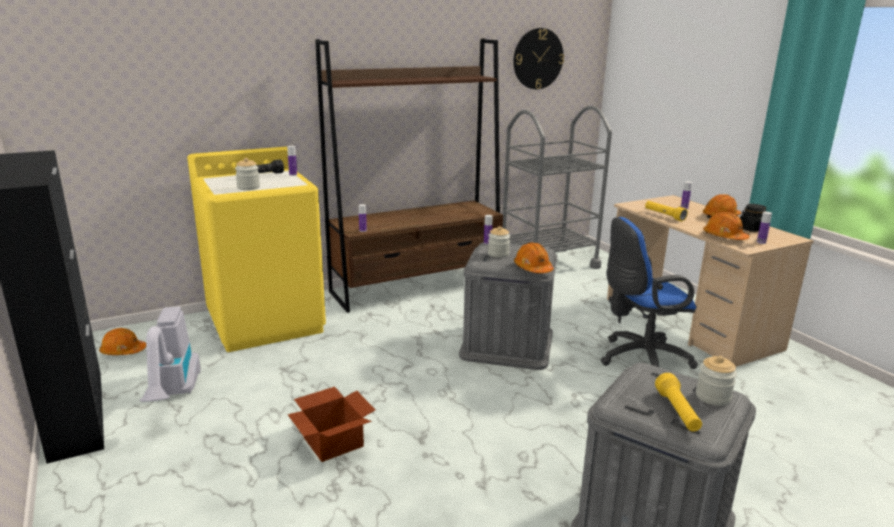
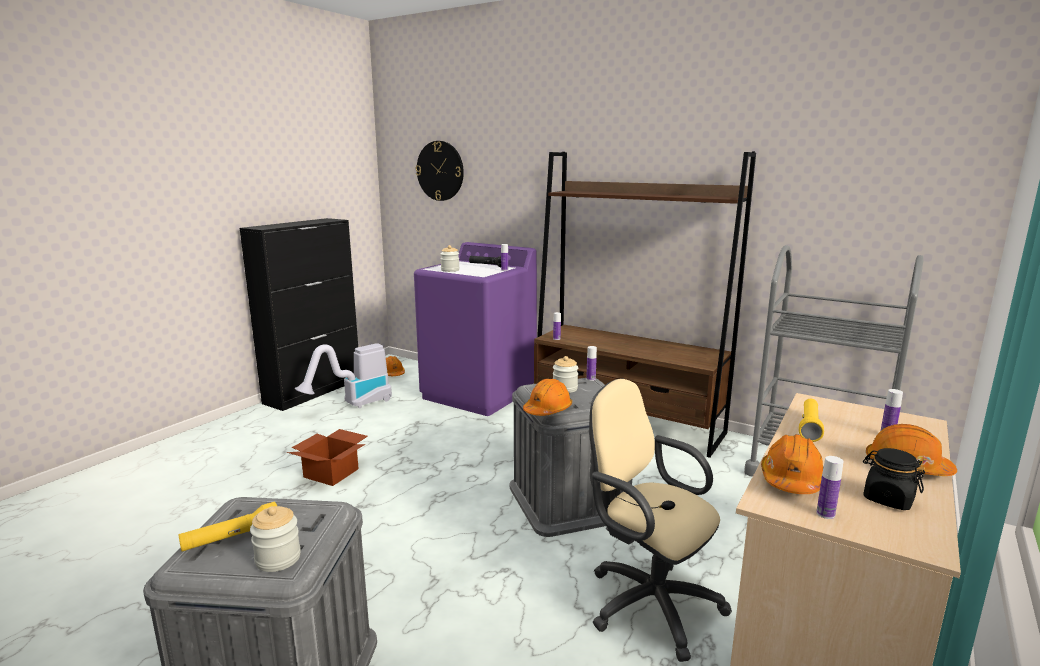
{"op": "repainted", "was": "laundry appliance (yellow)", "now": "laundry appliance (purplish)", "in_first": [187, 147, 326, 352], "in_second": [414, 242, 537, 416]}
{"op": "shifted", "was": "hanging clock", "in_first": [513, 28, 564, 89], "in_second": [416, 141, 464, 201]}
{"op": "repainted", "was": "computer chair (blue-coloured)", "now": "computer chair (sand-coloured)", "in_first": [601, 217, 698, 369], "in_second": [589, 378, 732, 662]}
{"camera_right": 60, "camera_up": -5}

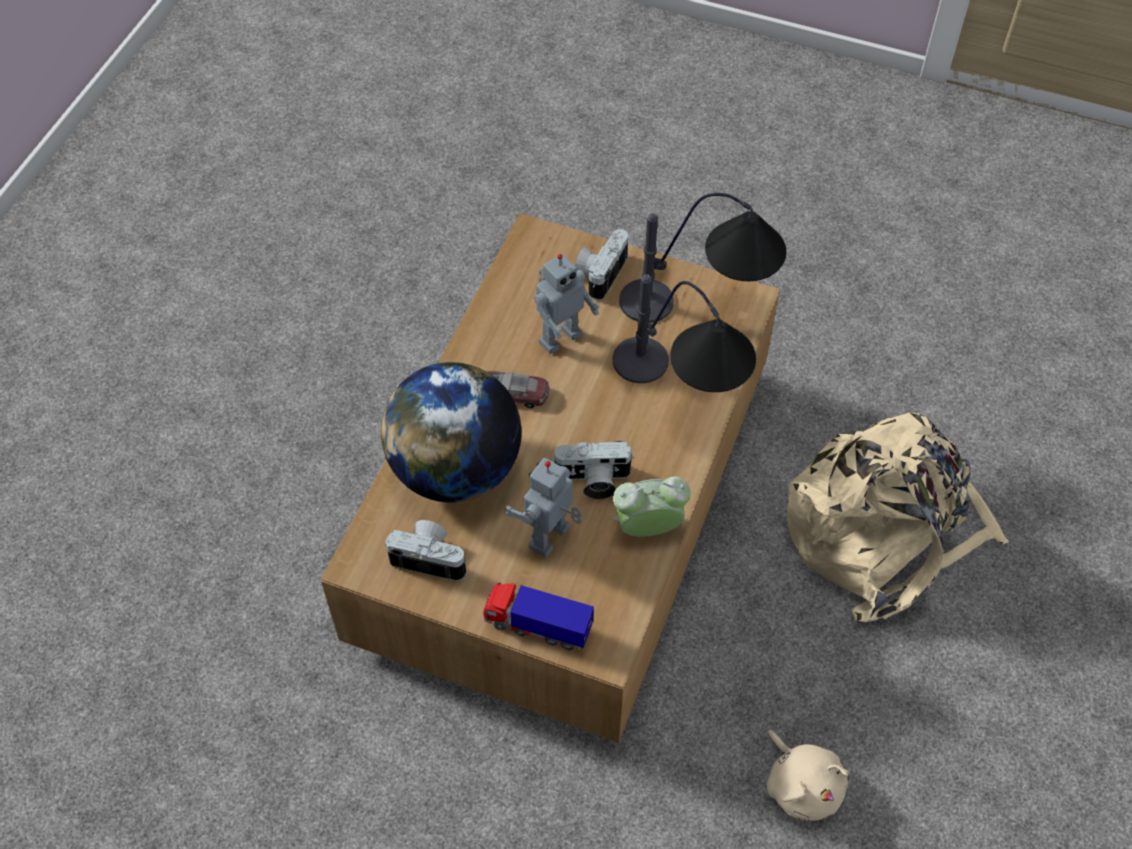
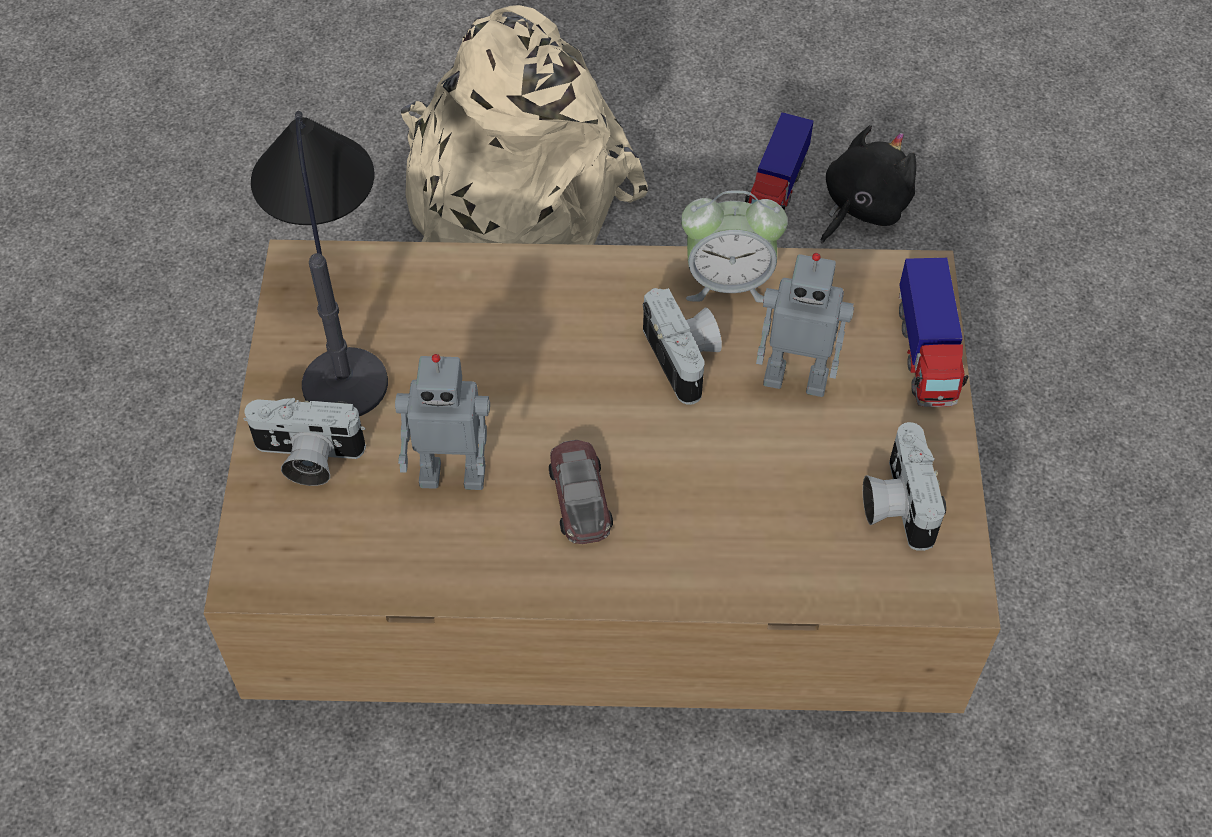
{"op": "rotated", "was": "model robot", "in_first": [534, 254, 599, 354], "in_second": [395, 354, 490, 490], "clockwise": 150}
{"op": "rotated", "was": "table clock", "in_first": [613, 476, 691, 537], "in_second": [681, 190, 788, 303], "clockwise": -60}
{"op": "new", "now": "toy truck", "in_second": [745, 112, 814, 211]}
{"op": "repainted", "was": "soft toy (sand-coloured)", "now": "soft toy (blackish)", "in_first": [767, 730, 849, 821], "in_second": [821, 125, 916, 243]}
{"op": "gone", "was": "world globe", "in_first": [381, 362, 521, 503]}
{"op": "gone", "was": "tabletop lamp", "in_first": [613, 274, 756, 392]}
{"camera_right": -110, "camera_up": 0}

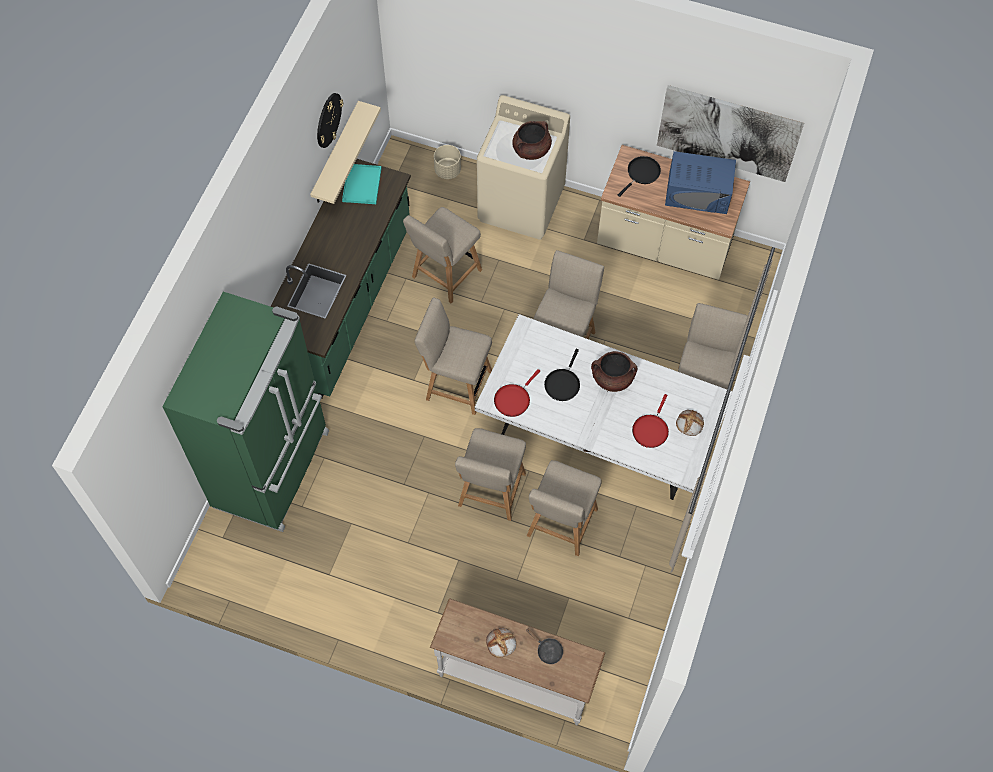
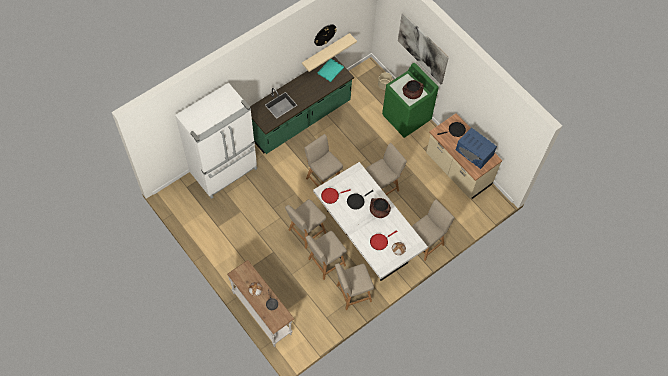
{"op": "repainted", "was": "kitchen fridge (green)", "now": "kitchen fridge (white-coloured)", "in_first": [162, 292, 329, 532], "in_second": [175, 83, 257, 199]}
{"op": "shifted", "was": "chair (sand-coloured)", "in_first": [403, 207, 482, 304], "in_second": [335, 263, 374, 310]}
{"op": "repainted", "was": "laundry appliance (sand-coloured)", "now": "laundry appliance (green)", "in_first": [477, 95, 570, 240], "in_second": [382, 63, 439, 138]}
{"op": "shifted", "was": "wall picture", "in_first": [657, 85, 804, 182], "in_second": [398, 12, 449, 84]}
{"camera_right": 30, "camera_up": 0}

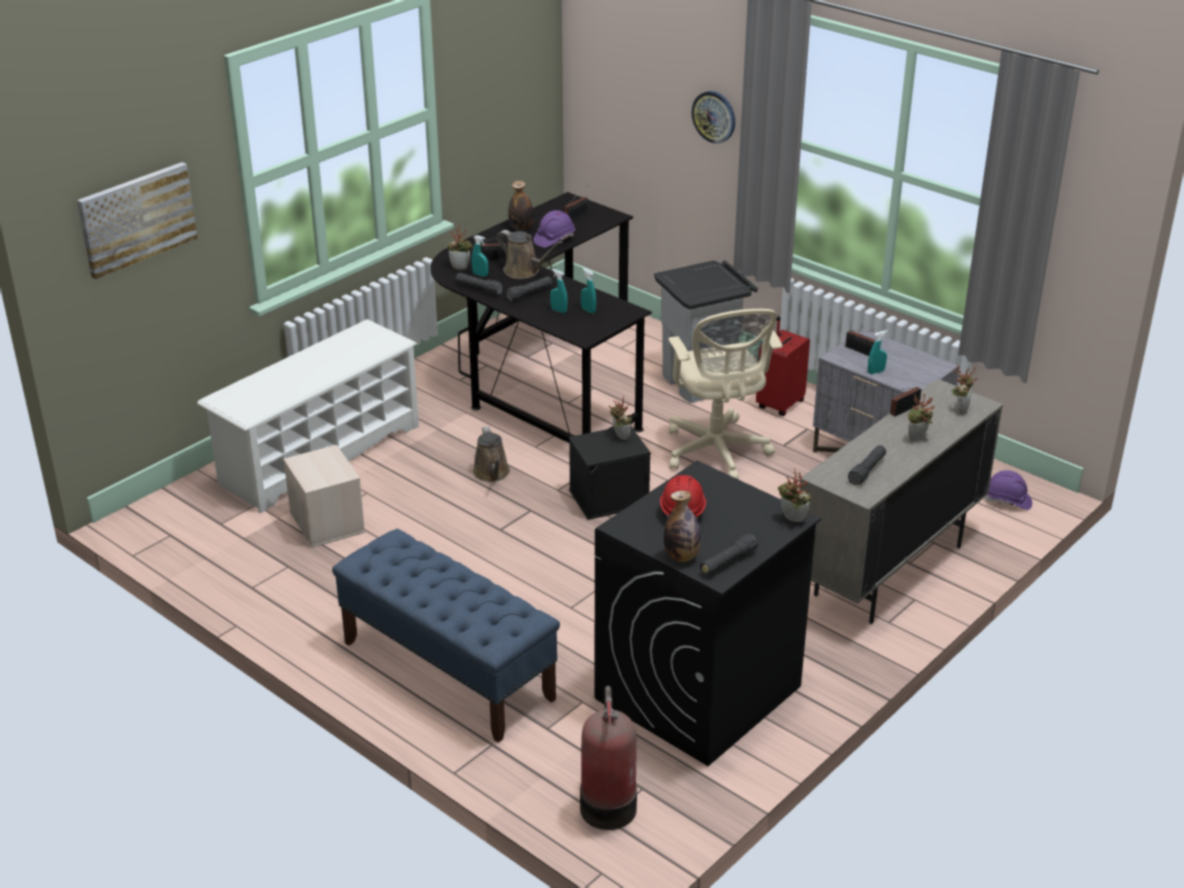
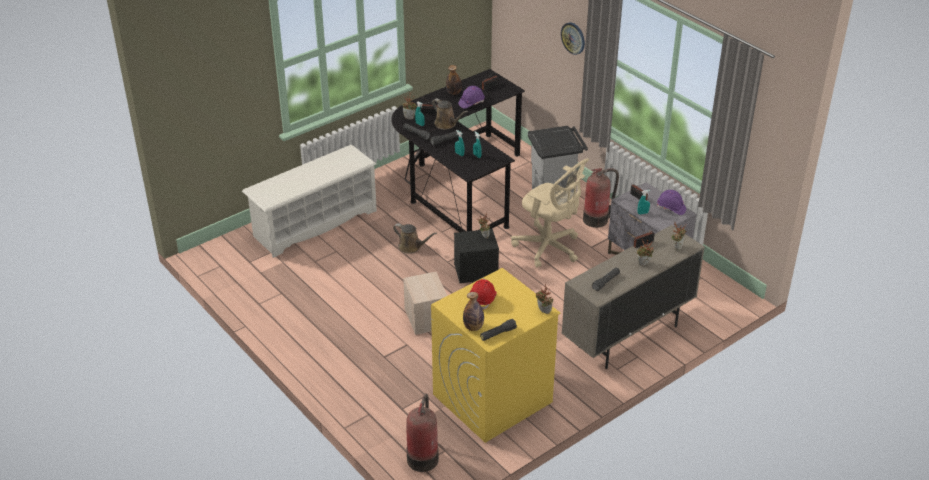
{"op": "rotated", "was": "sprinkling can (brown)", "in_first": [473, 426, 510, 482], "in_second": [393, 223, 437, 254], "clockwise": -60}
{"op": "shifted", "was": "storage box (sand-coloured)", "in_first": [283, 445, 365, 548], "in_second": [403, 272, 447, 335]}
{"op": "repainted", "was": "laundry appliance (blackish)", "now": "laundry appliance (yellow)", "in_first": [595, 461, 821, 766], "in_second": [431, 268, 560, 443]}
{"op": "rotated", "was": "computer chair (sand-coloured)", "in_first": [668, 309, 782, 479], "in_second": [511, 158, 589, 268], "clockwise": -45}
{"op": "swapped", "was": "travel case (reddish)", "now": "fire-fighting cylinder", "in_first": [756, 316, 810, 416], "in_second": [583, 168, 619, 228]}
{"op": "shifted", "was": "hard hat (purplish)", "in_first": [984, 470, 1032, 510], "in_second": [657, 190, 686, 215]}
{"op": "gone", "was": "wall picture", "in_first": [77, 162, 198, 279]}
{"op": "gone", "was": "long seat (blue-coloured)", "in_first": [332, 529, 560, 743]}
{"camera_right": 10, "camera_up": 5}

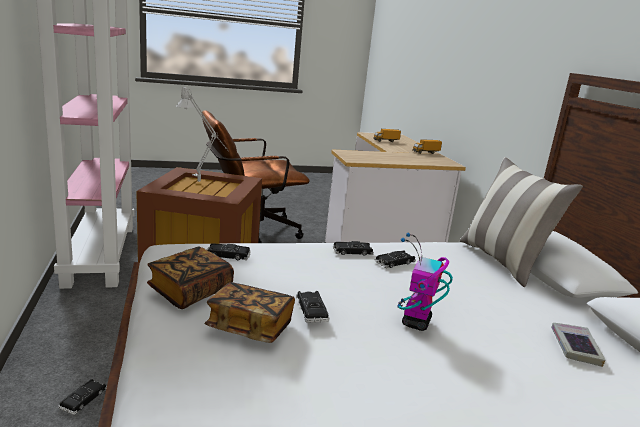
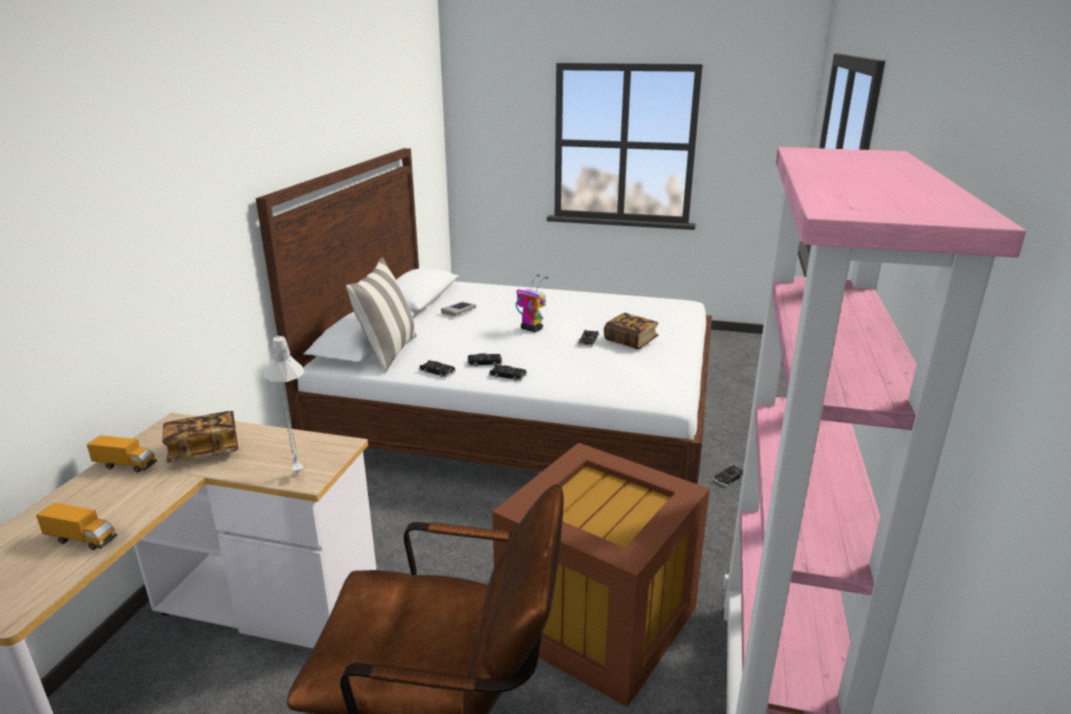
{"op": "shifted", "was": "bound book", "in_first": [147, 247, 234, 309], "in_second": [162, 411, 239, 463]}
{"op": "shifted", "was": "tabletop lamp (grey)", "in_first": [176, 87, 229, 182], "in_second": [264, 335, 305, 477]}
{"op": "shifted", "was": "miniature car (blackish)", "in_first": [207, 243, 251, 260], "in_second": [419, 360, 456, 377]}
{"op": "rotated", "was": "model robot", "in_first": [397, 233, 453, 331], "in_second": [516, 274, 548, 332], "clockwise": -105}
{"camera_right": -150, "camera_up": 5}

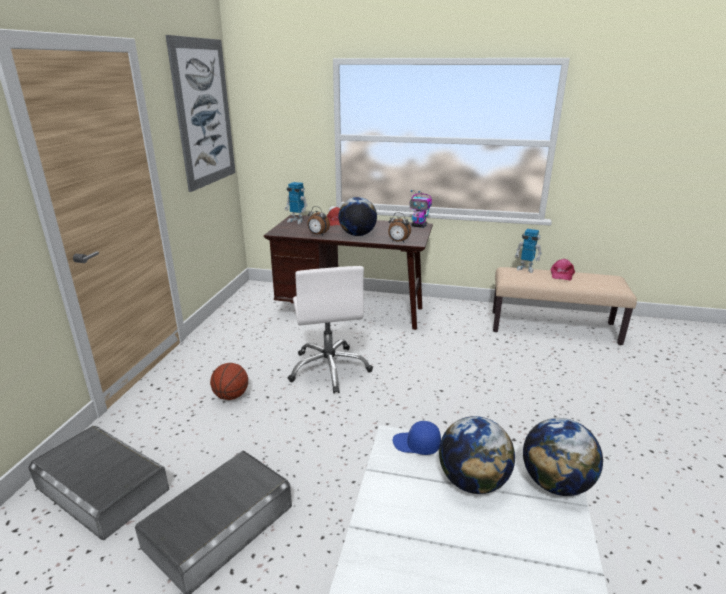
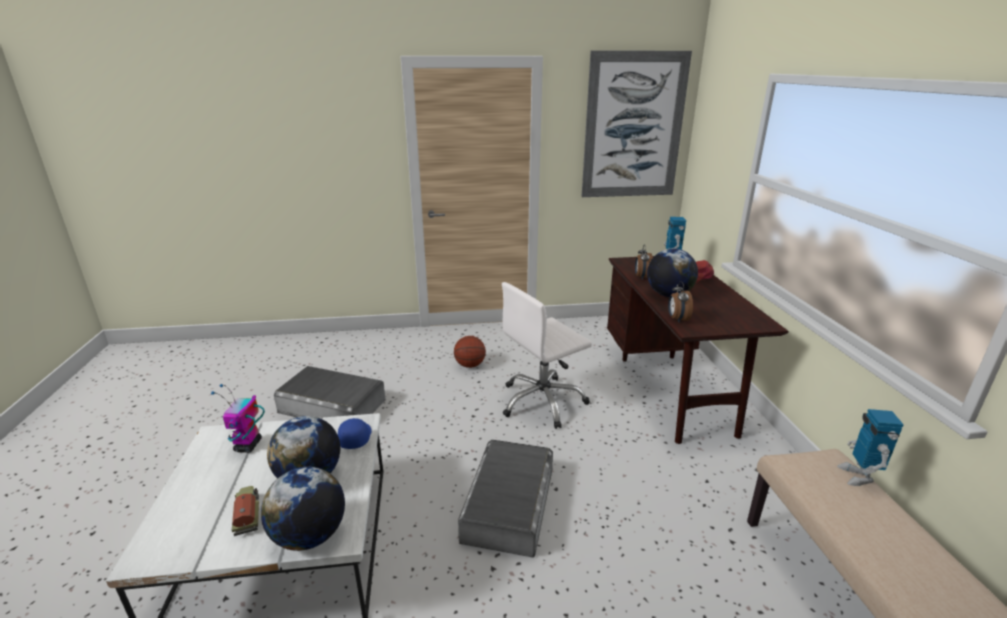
{"op": "shifted", "was": "model robot", "in_first": [410, 190, 432, 228], "in_second": [211, 384, 265, 453]}
{"op": "new", "now": "toy truck", "in_second": [232, 486, 259, 536]}
{"op": "shifted", "was": "storage box (grey)", "in_first": [28, 426, 169, 540], "in_second": [458, 440, 553, 558]}
{"op": "gone", "was": "baseball cap (pinkish)", "in_first": [550, 259, 575, 281]}
{"camera_right": 70, "camera_up": 0}

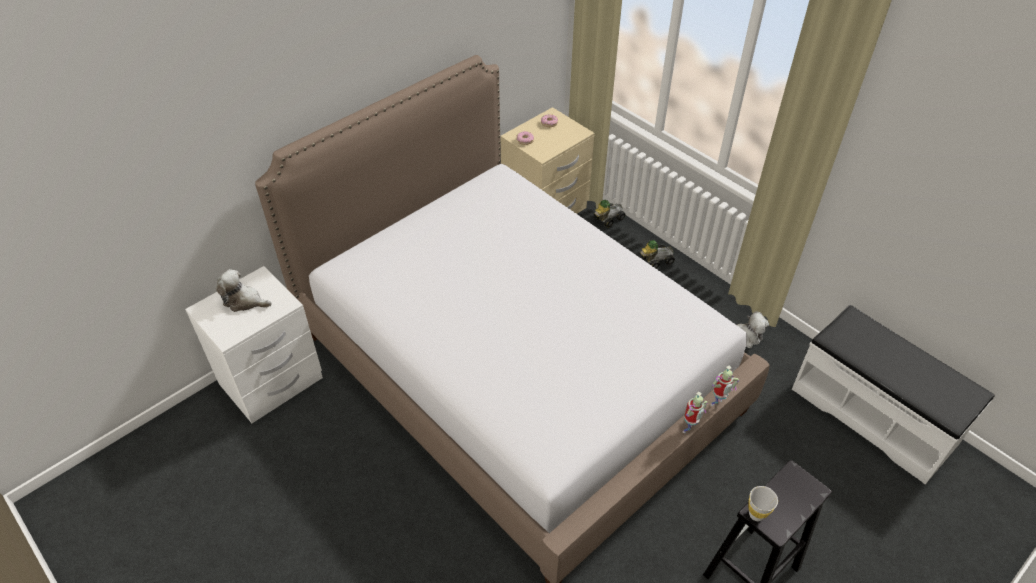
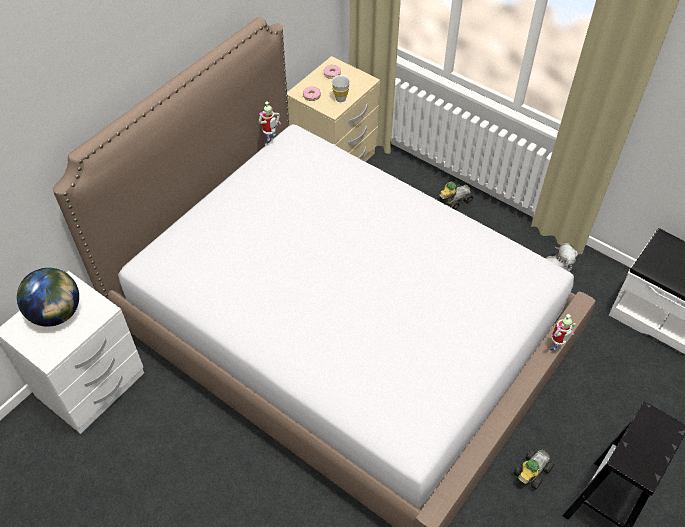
{"op": "swapped", "was": "soft toy", "now": "world globe", "in_first": [216, 269, 272, 312], "in_second": [17, 268, 79, 327]}
{"op": "shifted", "was": "model robot", "in_first": [683, 392, 708, 433], "in_second": [259, 101, 281, 145]}
{"op": "shifted", "was": "small cup (white-coloured)", "in_first": [748, 486, 778, 521], "in_second": [331, 75, 350, 102]}
{"op": "shifted", "was": "miniature car", "in_first": [594, 200, 626, 227], "in_second": [514, 448, 554, 490]}
{"camera_right": -10, "camera_up": 5}

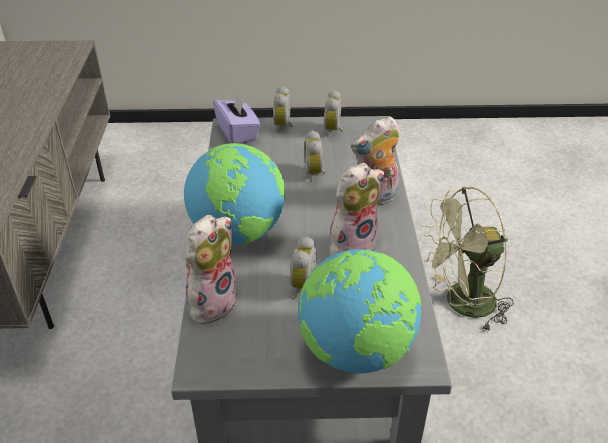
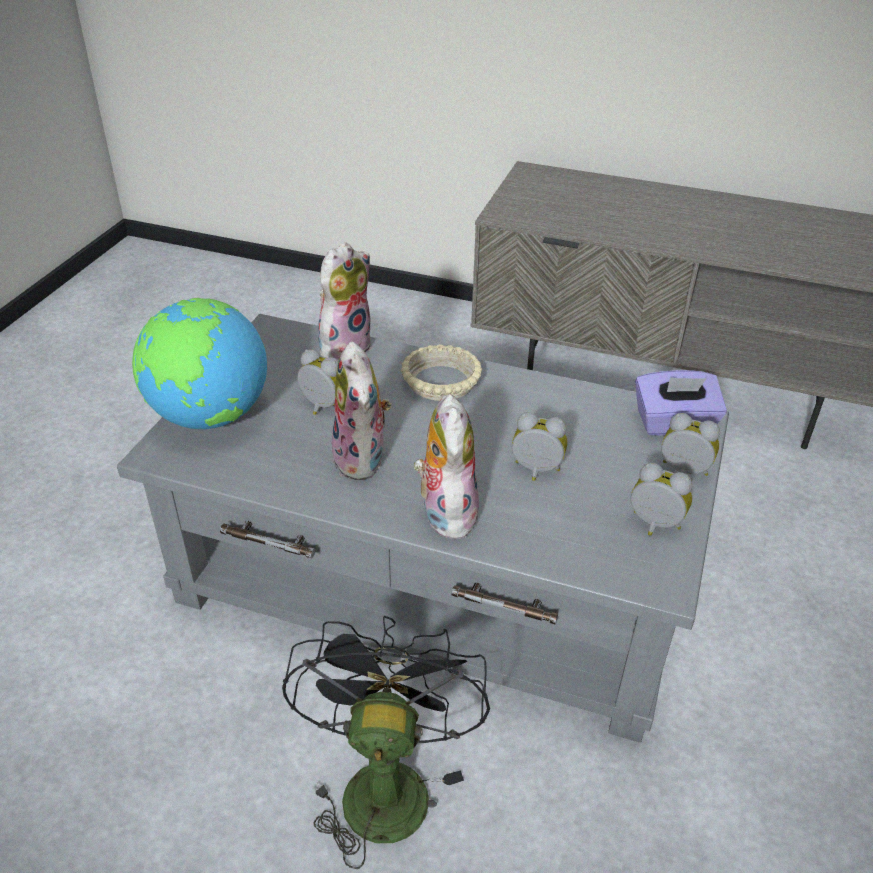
{"op": "repainted", "was": "cooling fan (green)", "now": "cooling fan (blackish)", "in_first": [422, 186, 514, 332], "in_second": [282, 616, 490, 869]}
{"op": "rotated", "was": "soft toy", "in_first": [185, 215, 238, 324], "in_second": [318, 242, 372, 361], "clockwise": -105}
{"op": "swapped", "was": "world globe", "now": "bowl (sand-coloured)", "in_first": [184, 143, 285, 245], "in_second": [401, 344, 482, 401]}
{"camera_right": 110, "camera_up": 0}

